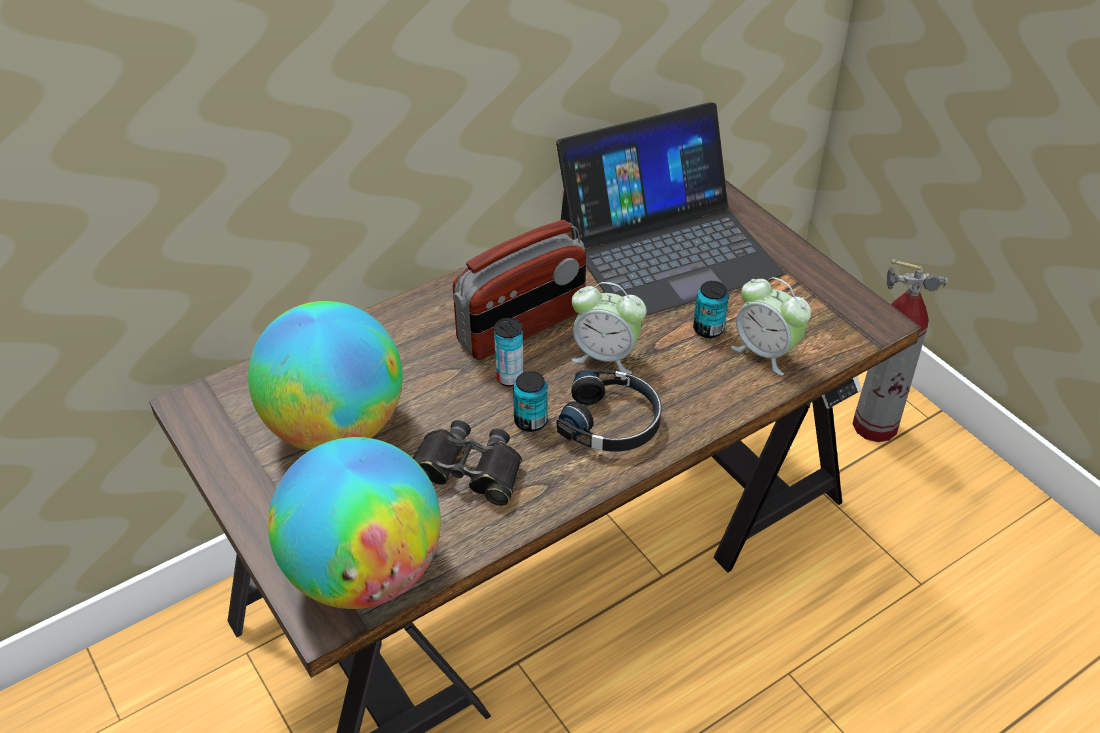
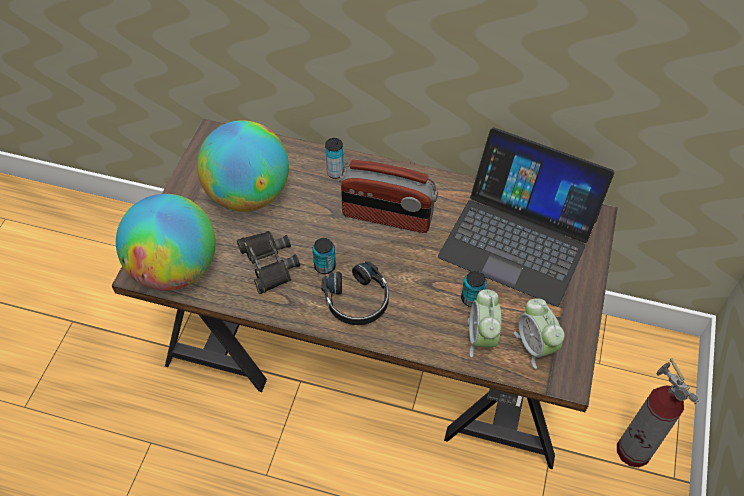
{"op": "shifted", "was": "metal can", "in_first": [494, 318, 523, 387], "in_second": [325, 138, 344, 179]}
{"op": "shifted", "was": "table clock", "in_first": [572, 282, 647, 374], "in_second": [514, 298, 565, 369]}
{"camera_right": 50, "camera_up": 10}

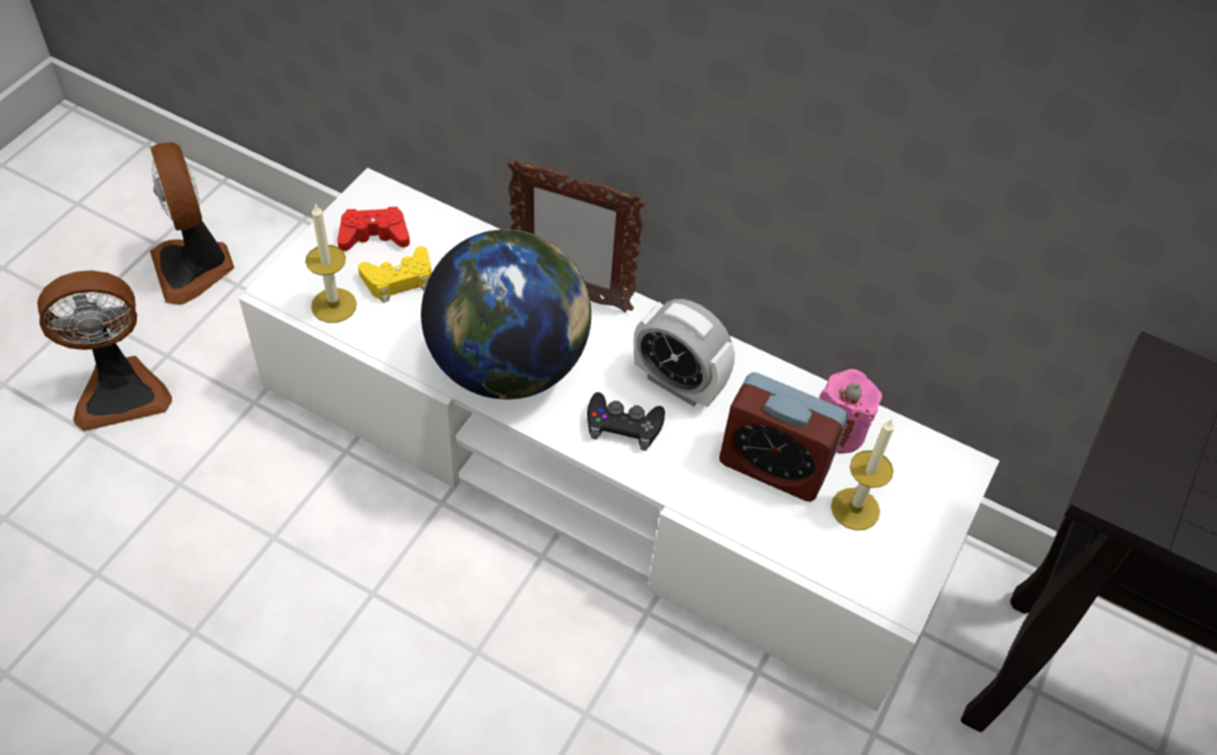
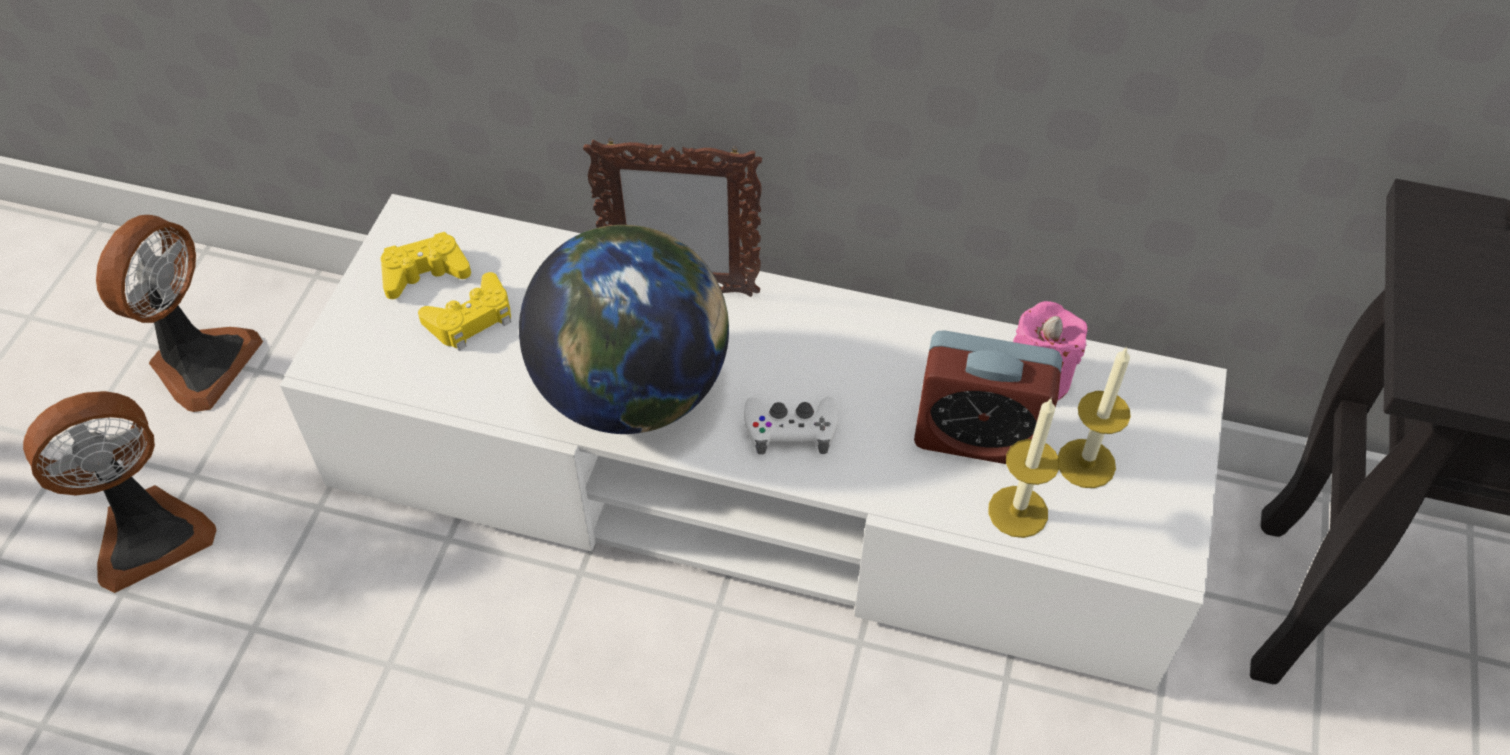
{"op": "rotated", "was": "cooling fan", "in_first": [150, 142, 234, 305], "in_second": [96, 215, 263, 412], "clockwise": -120}
{"op": "repainted", "was": "joypad (reddish)", "now": "joypad (yellow)", "in_first": [337, 207, 410, 251], "in_second": [380, 232, 471, 299]}
{"op": "repainted", "was": "joypad (blackish)", "now": "joypad (white-coloured)", "in_first": [587, 392, 665, 451], "in_second": [744, 397, 838, 454]}
{"op": "shifted", "was": "candle", "in_first": [305, 203, 357, 323], "in_second": [988, 399, 1059, 538]}
{"op": "gone", "was": "table clock", "in_first": [634, 299, 735, 407]}
{"camera_right": -10, "camera_up": 0}

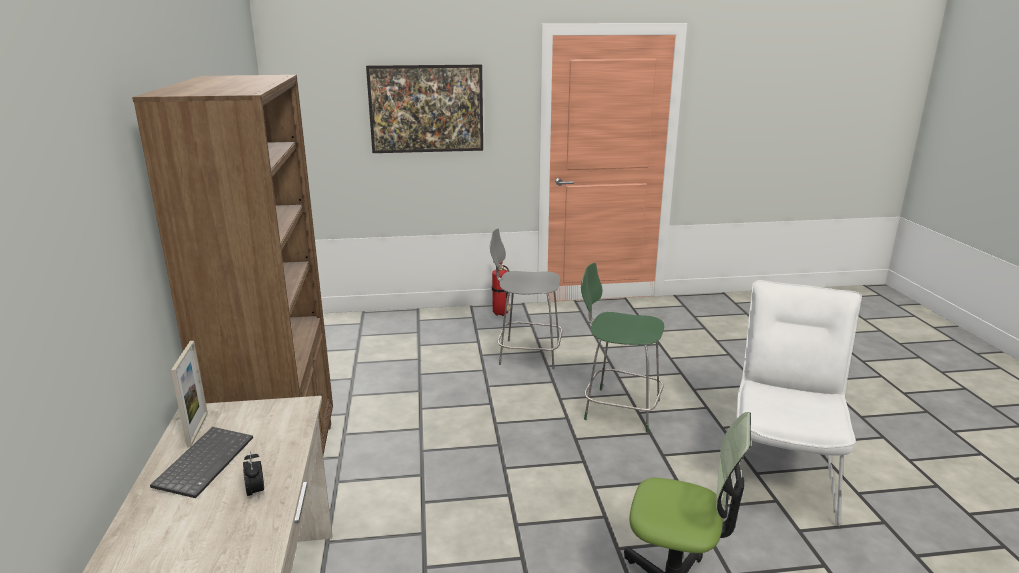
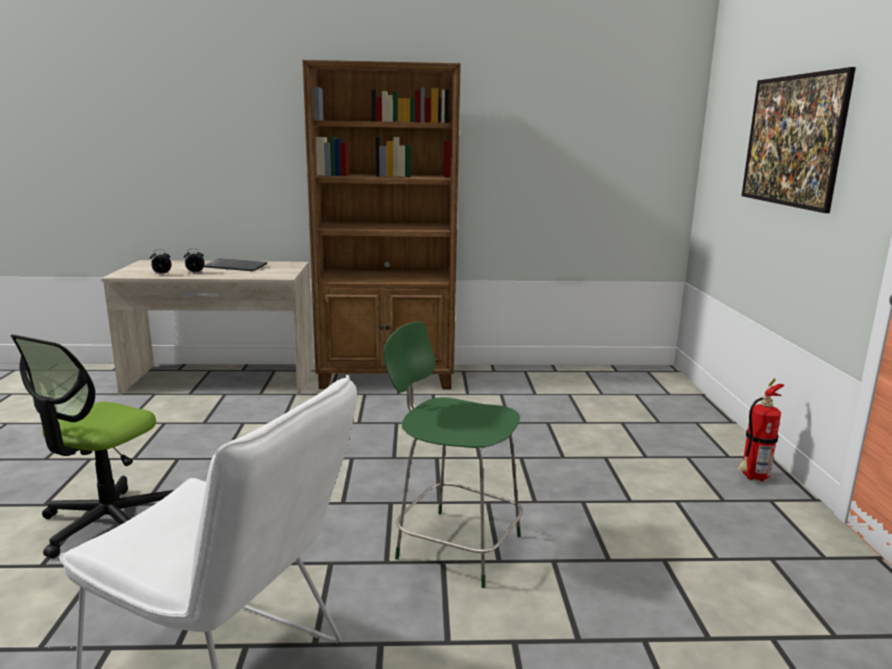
{"op": "new", "now": "table clock", "in_second": [150, 250, 172, 275]}
{"op": "rotated", "was": "chair (green)", "in_first": [581, 263, 664, 433], "in_second": [383, 321, 523, 588], "clockwise": -90}
{"op": "gone", "was": "photo frame", "in_first": [171, 341, 208, 447]}
{"op": "gone", "was": "chair (grey)", "in_first": [490, 228, 563, 369]}
{"camera_right": 95, "camera_up": -5}

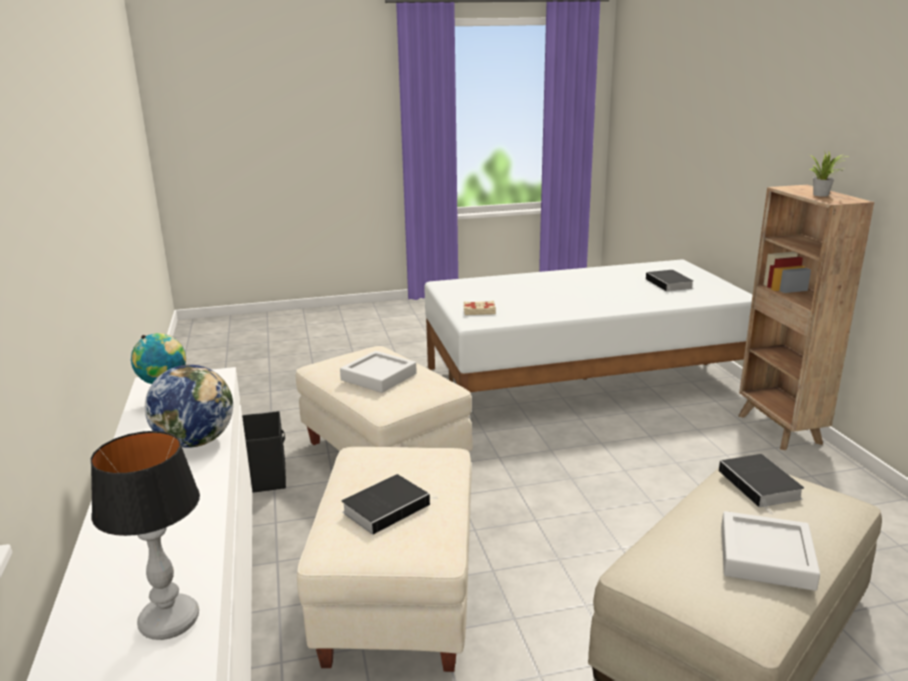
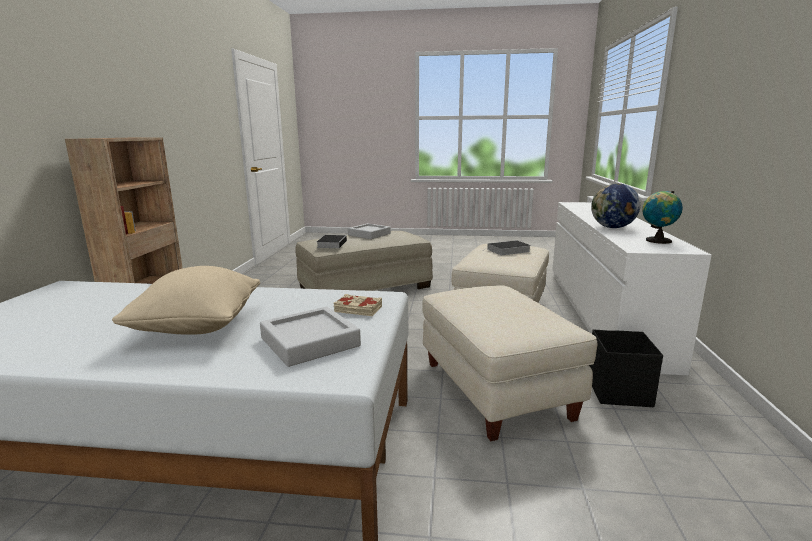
{"op": "new", "now": "throw pillow (sand-coloured)", "in_second": [112, 266, 260, 335]}
{"op": "shifted", "was": "carrying tray (grey)", "in_first": [340, 351, 417, 393], "in_second": [260, 306, 361, 367]}
{"op": "gone", "was": "tabletop lamp", "in_first": [91, 431, 200, 640]}
{"op": "gone", "was": "bound book", "in_first": [646, 270, 694, 294]}
{"op": "gone", "was": "potted plant", "in_first": [808, 151, 848, 197]}
{"camera_right": -160, "camera_up": -5}

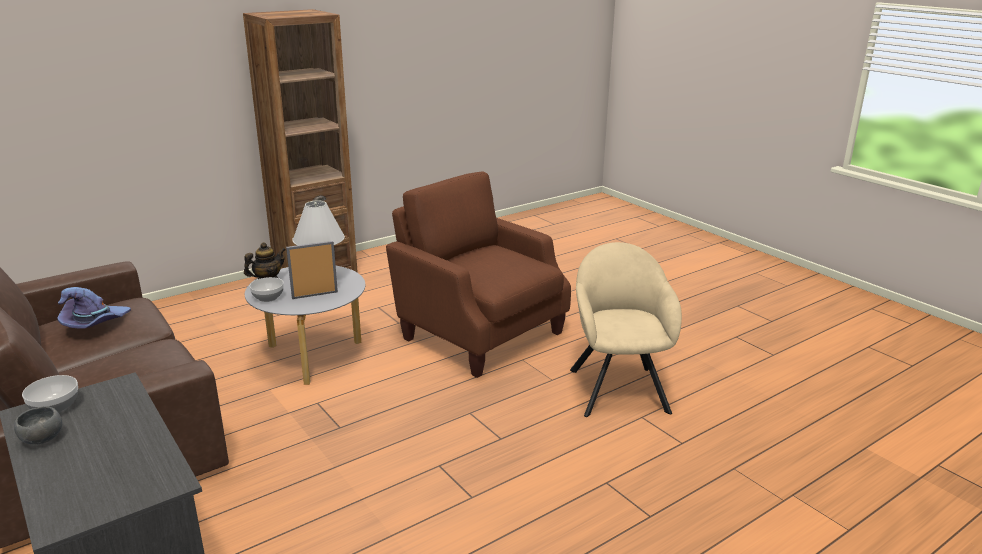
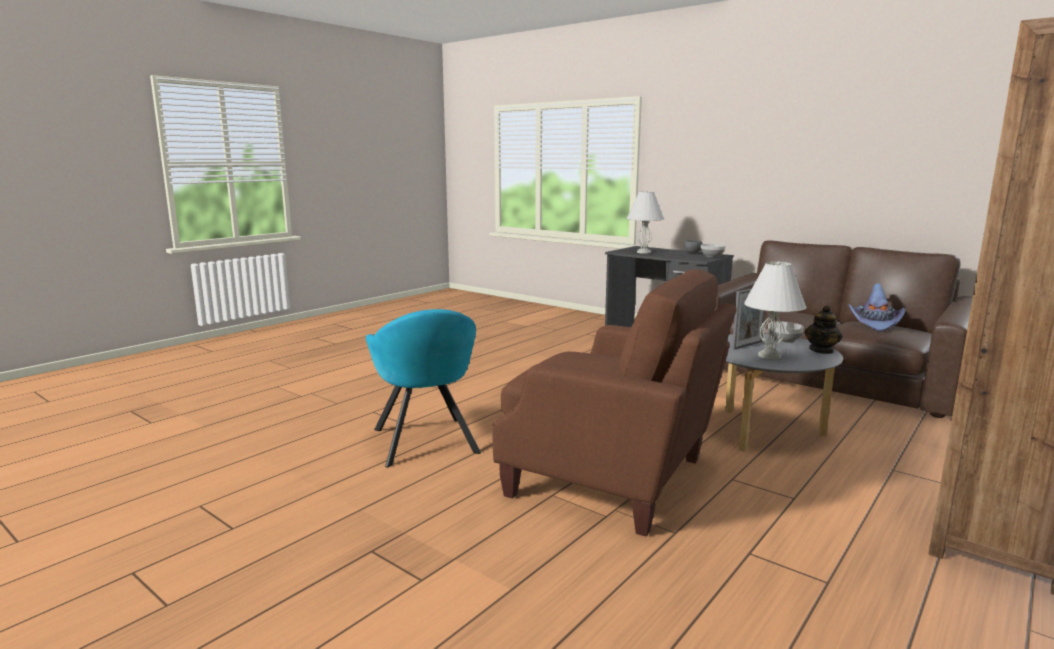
{"op": "repainted", "was": "armchair (sand-coloured)", "now": "armchair (turquoise)", "in_first": [570, 242, 682, 417], "in_second": [366, 309, 481, 467]}
{"op": "new", "now": "tabletop lamp (white-coloured)", "in_second": [627, 190, 664, 254]}
{"camera_right": 165, "camera_up": -10}

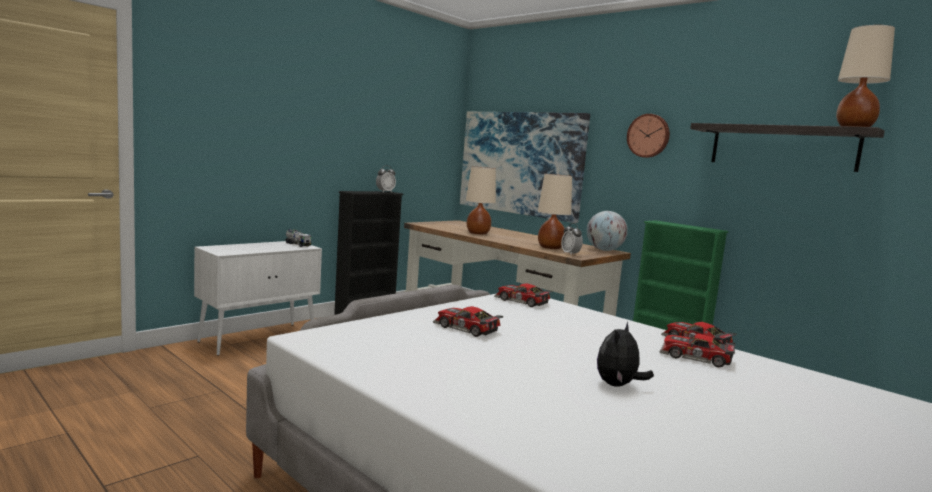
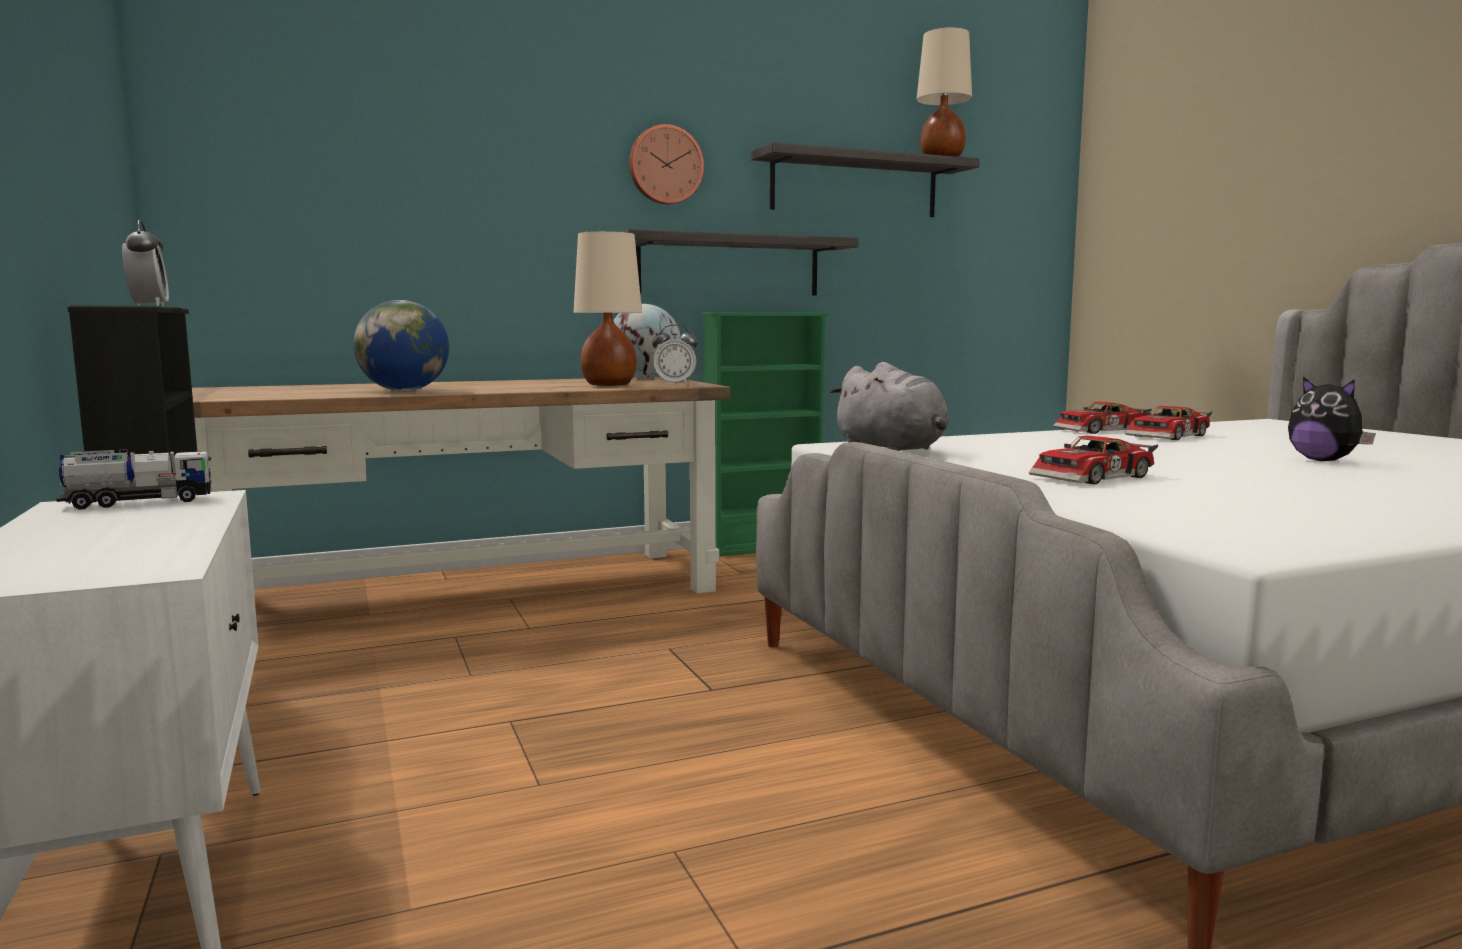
{"op": "swapped", "was": "tabletop lamp (sand-coloured)", "now": "world globe", "in_first": [466, 167, 496, 234], "in_second": [353, 300, 449, 391]}
{"op": "new", "now": "bracket shelf", "in_second": [622, 229, 859, 295]}
{"op": "swapped", "was": "miniature car", "now": "soft toy (grey)", "in_first": [494, 283, 553, 307], "in_second": [830, 362, 949, 451]}
{"op": "gone", "was": "wall picture", "in_first": [460, 112, 590, 223]}
{"camera_right": -65, "camera_up": 0}

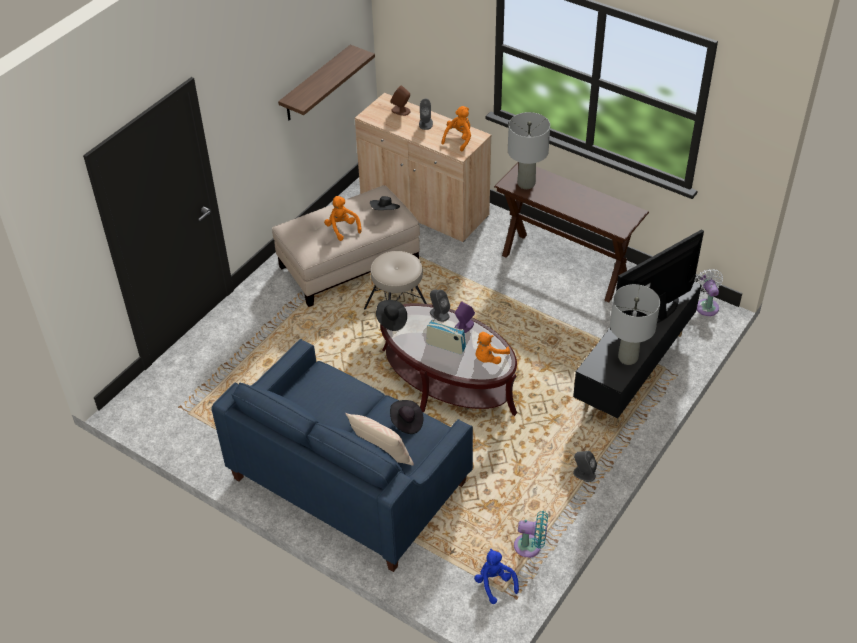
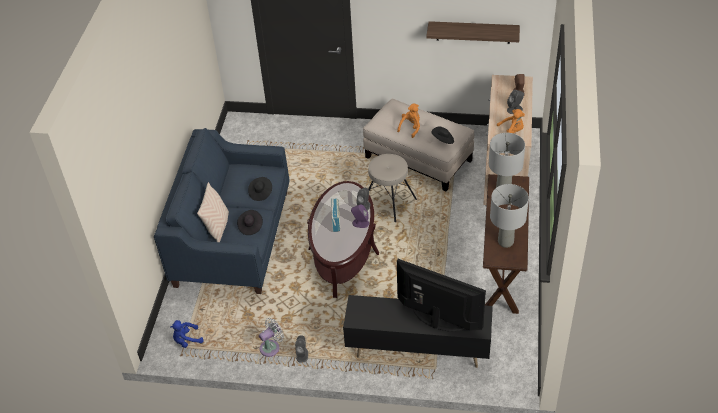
{"op": "rotated", "was": "soft toy (blue-coloured)", "in_first": [474, 549, 519, 604], "in_second": [170, 320, 204, 348], "clockwise": -150}
{"op": "shifted", "was": "hat (blackish)", "in_first": [376, 300, 407, 331], "in_second": [248, 177, 272, 201]}
{"op": "shifted", "was": "cooling fan (white-coloured)", "in_first": [695, 269, 723, 316], "in_second": [259, 318, 284, 357]}
{"op": "shifted", "was": "tabletop lamp (grey)", "in_first": [610, 284, 660, 365], "in_second": [490, 184, 529, 248]}
{"op": "gone", "was": "soft toy (orange-coloured)", "in_first": [476, 332, 510, 364]}
{"op": "gone", "was": "cooling fan (turquoise)", "in_first": [514, 511, 548, 558]}
{"camera_right": 65, "camera_up": 0}

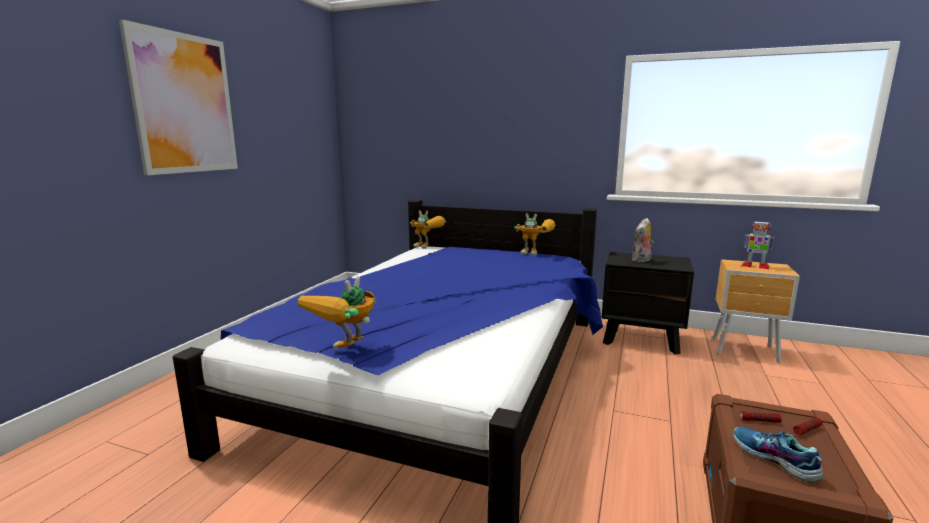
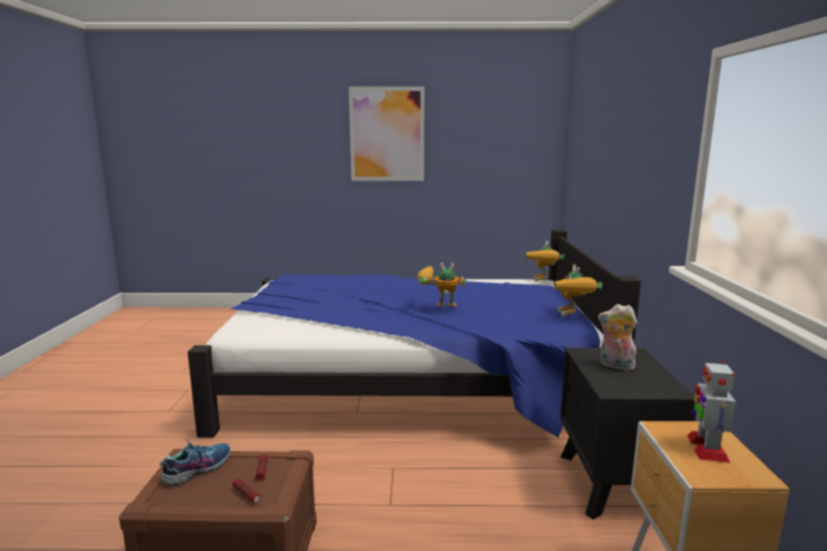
{"op": "shifted", "was": "model robot", "in_first": [297, 276, 376, 350], "in_second": [417, 263, 467, 307]}
{"camera_right": 70, "camera_up": 0}

